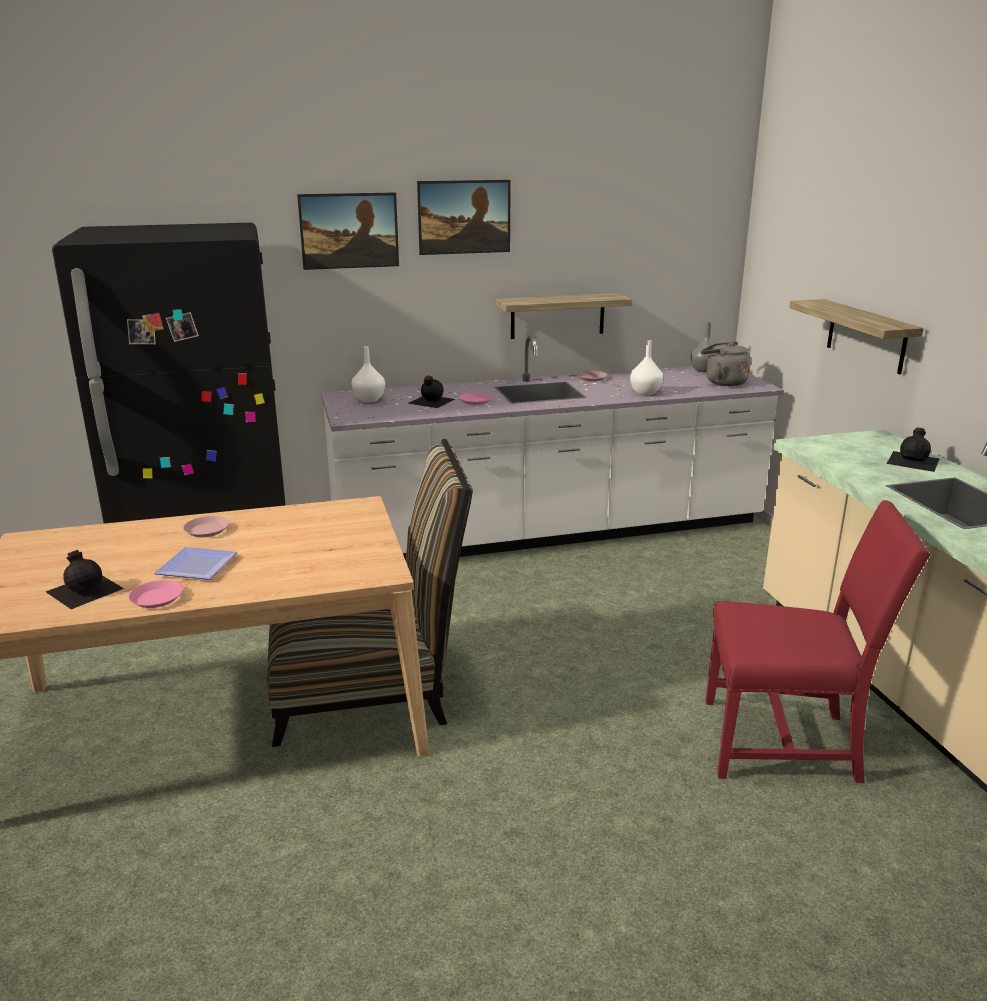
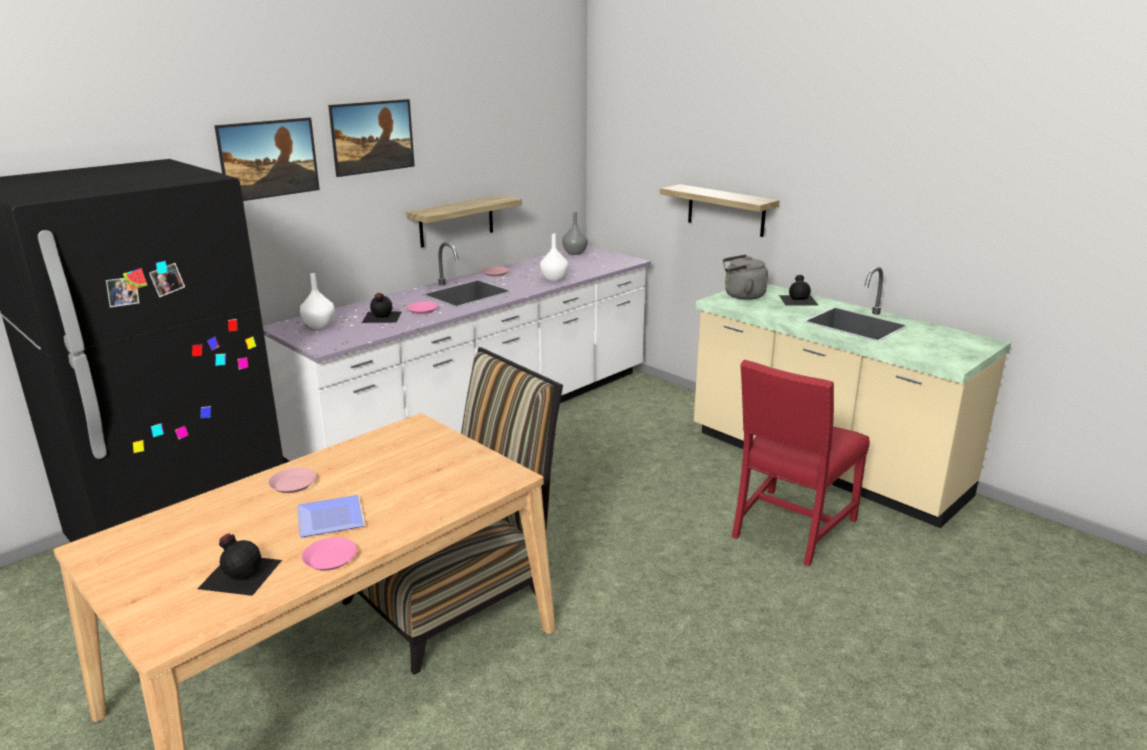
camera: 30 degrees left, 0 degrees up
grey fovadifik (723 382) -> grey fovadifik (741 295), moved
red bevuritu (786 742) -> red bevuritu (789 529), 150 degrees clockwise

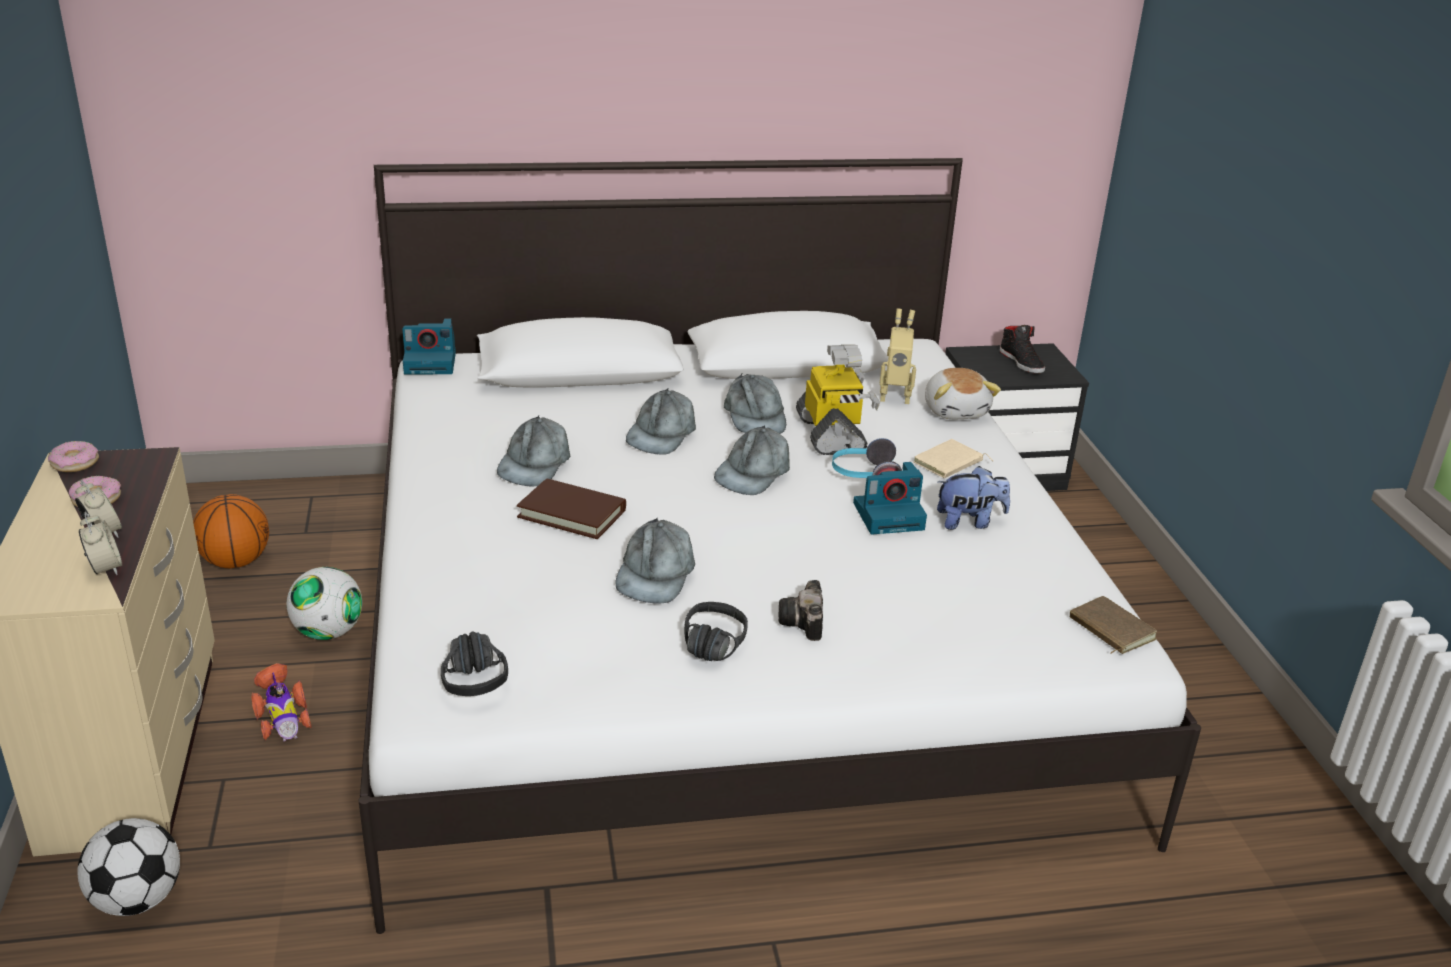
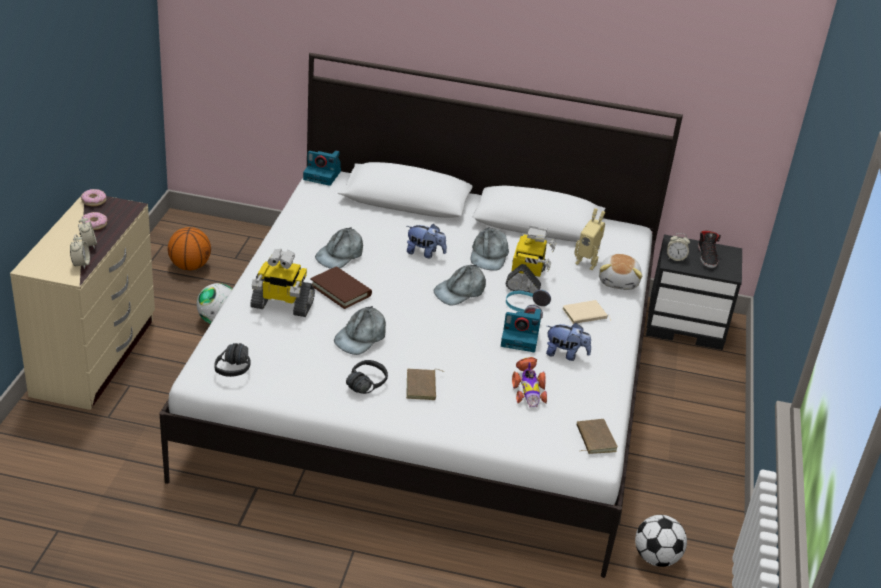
camera: 20 degrees right, 5 degrees up
none -> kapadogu (281 305)
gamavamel (804 624) -> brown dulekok (422 387)
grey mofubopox (661 433) -> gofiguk (425 253)
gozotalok (281 714) -> gozotalok (528 389), moved
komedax (137 900) -> komedax (656 558), moved
none -> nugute (675 258)

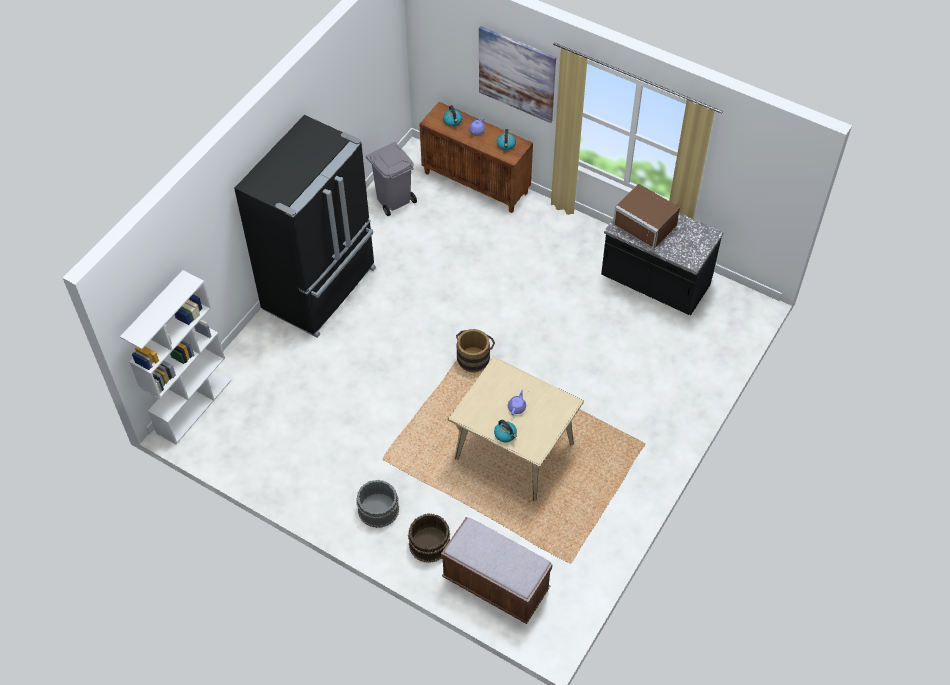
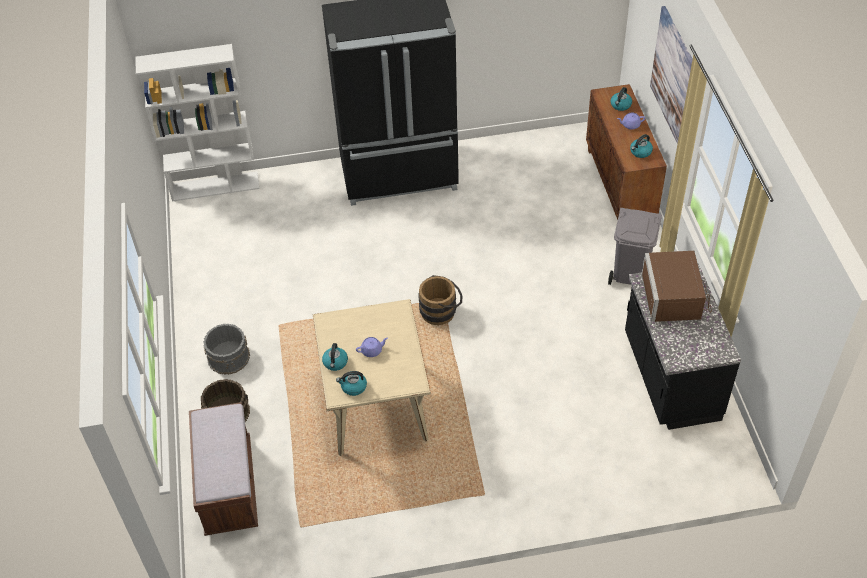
camera: 50 degrees right, 5 degrees down
none -> fovadifik (353 387)
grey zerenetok (394 200) -> grey zerenetok (631 274), moved

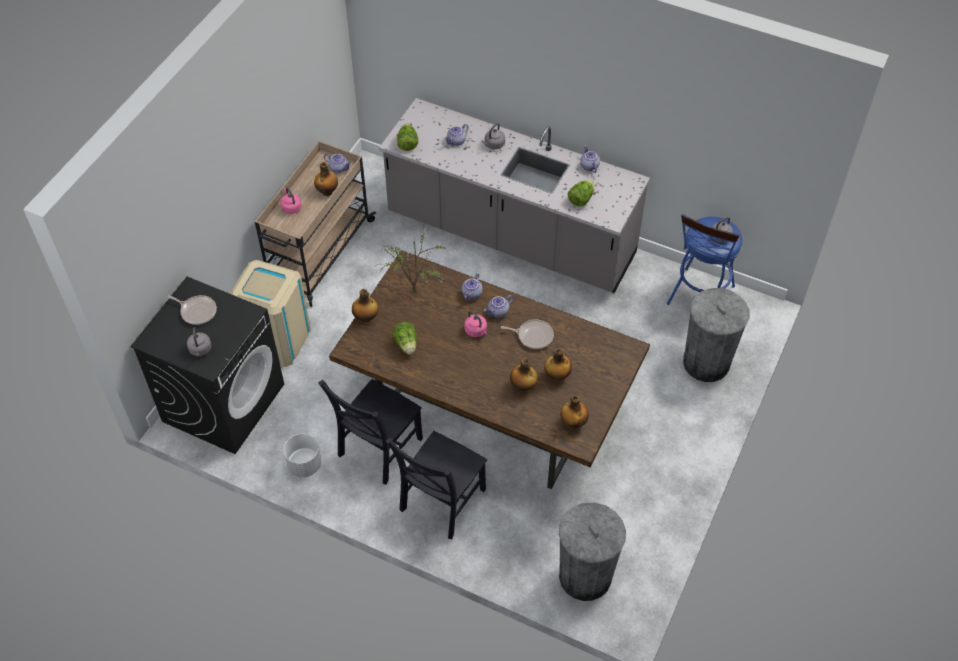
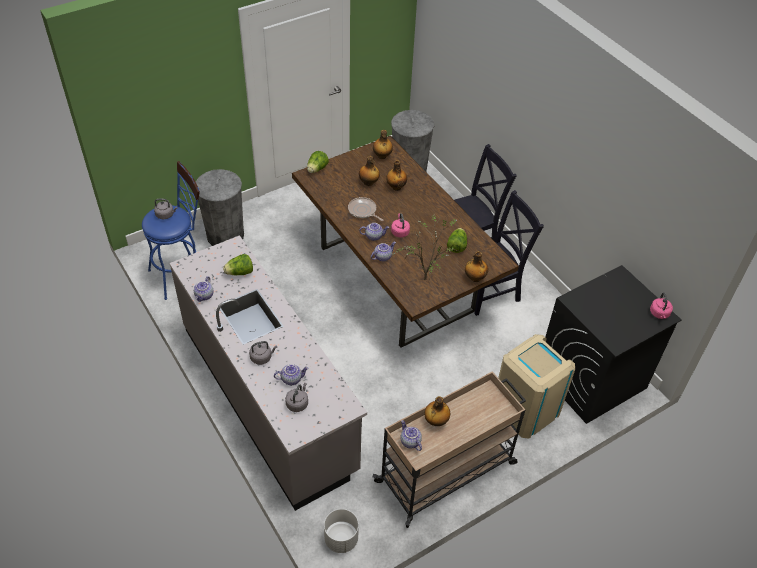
camera: 150 degrees left, 5 degrees down
grey fovadifik (200 350) -> grey fovadifik (297 403), moved
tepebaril (407 144) -> tepebaril (317 169), moved
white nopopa (304 465) -> white nopopa (341 539), moved
pink fovadifik (291 207) -> pink fovadifik (659 314), moved
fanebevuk (197 311) -> none

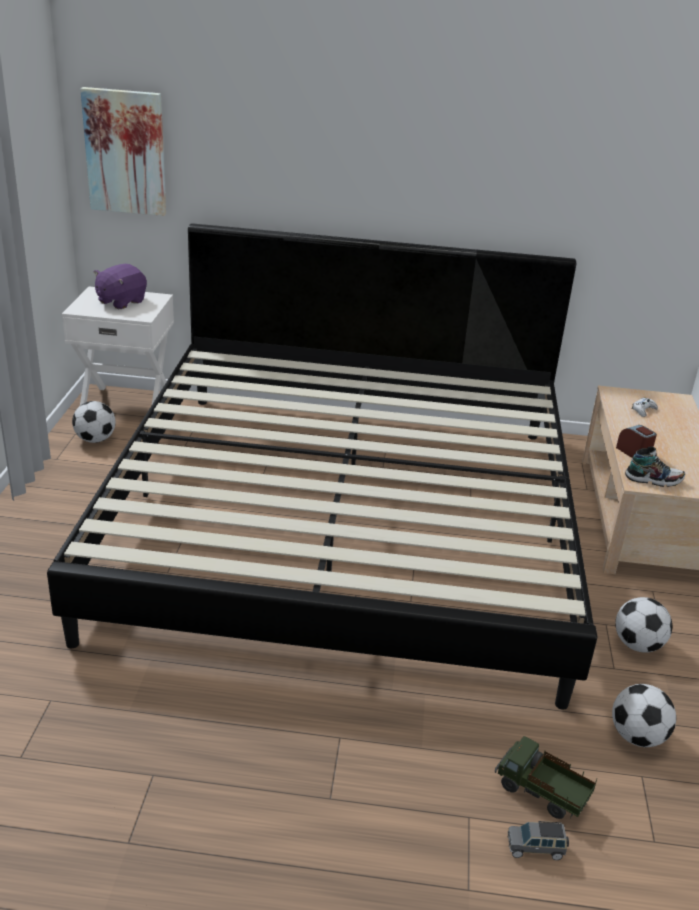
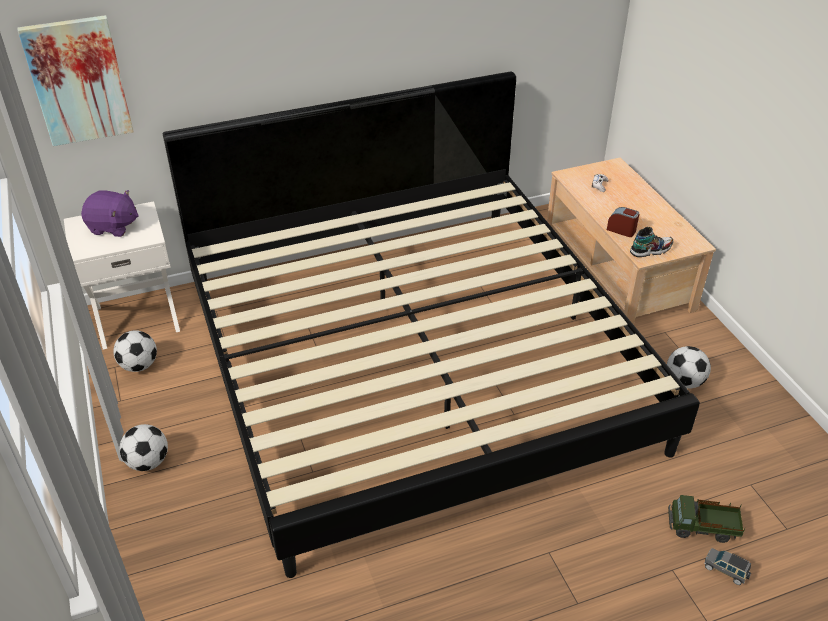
camera: 25 degrees left, 10 degrees up
purple gofiguk (121 301) -> purple gofiguk (113 227), 90 degrees counterclockwise
komedax (637 736) -> komedax (148 462), moved
grey gozotalok (536 848) -> grey gozotalok (726 571), 60 degrees clockwise

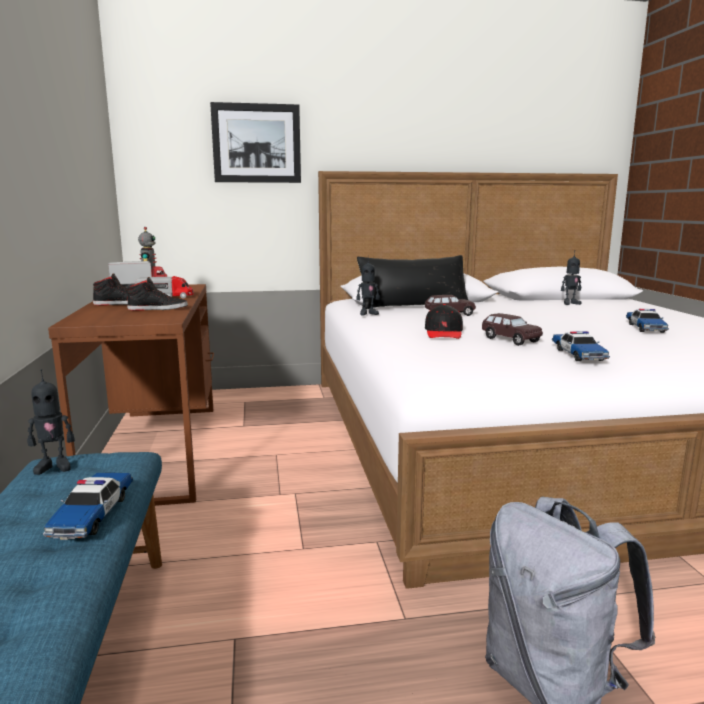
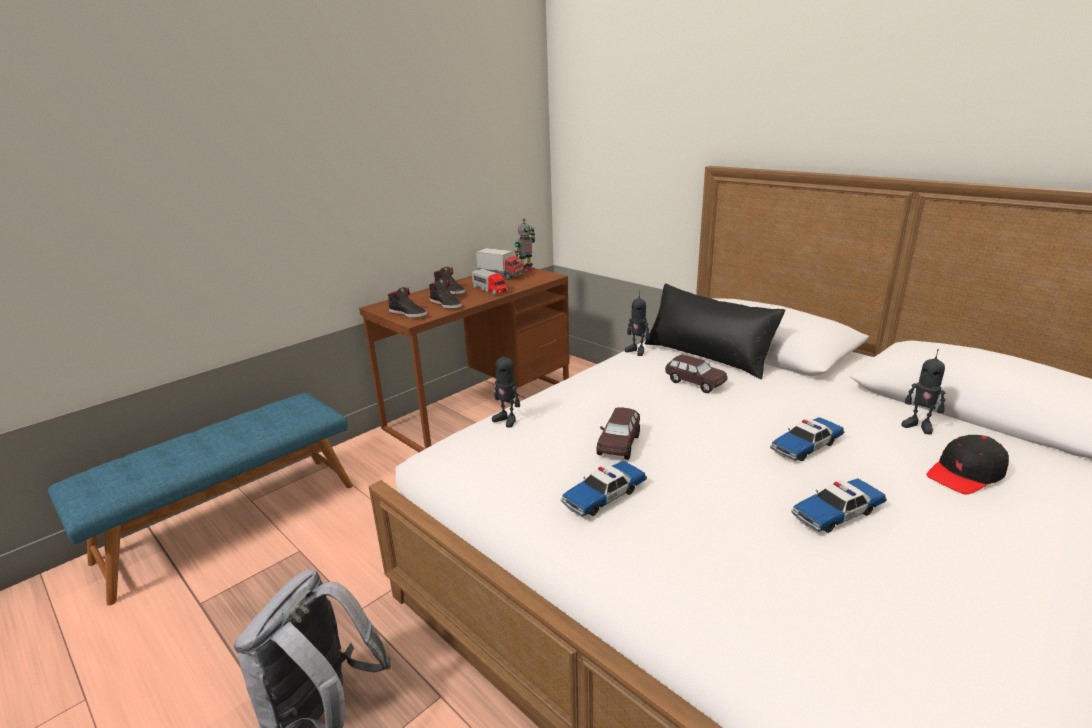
camera: 55 degrees right, 10 degrees up
none -> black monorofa (408 314)
kapadogu (54 467) -> kapadogu (507 420), moved
gozotalok (93 514) -> gozotalok (806 446), moved
black mofubopox (444 333) -> black mofubopox (965 474), moved
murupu (256 143) -> none

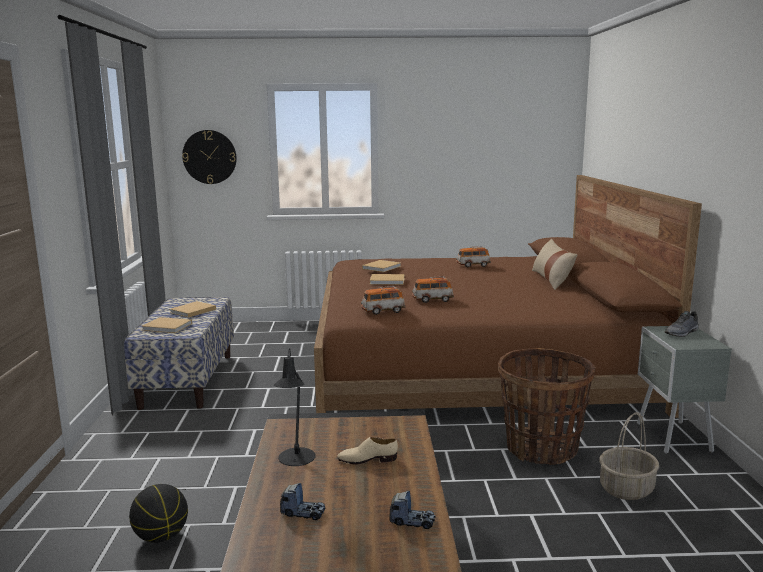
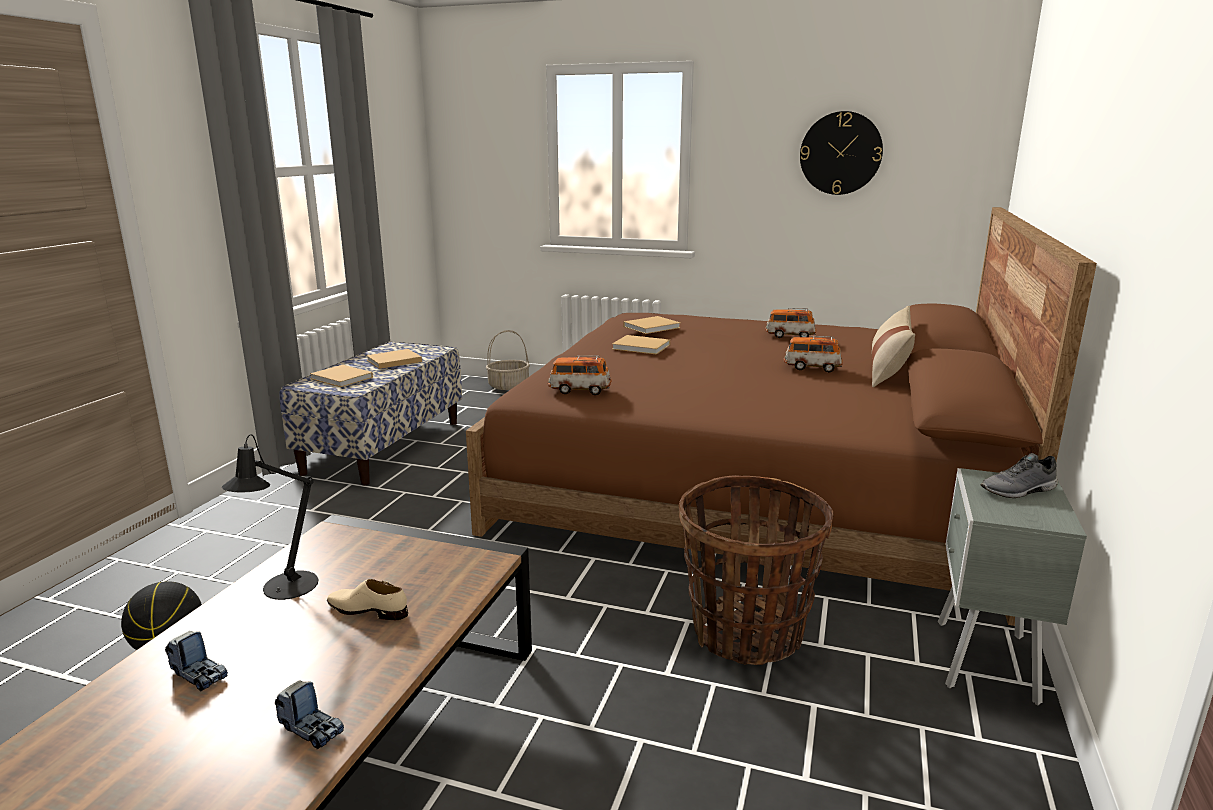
camera: 20 degrees right, 5 degrees up
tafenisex (626 489) -> tafenisex (508 386), moved
gozotalok (432 300) -> gozotalok (812 368), moved
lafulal (209 157) -> lafulal (840 153), moved

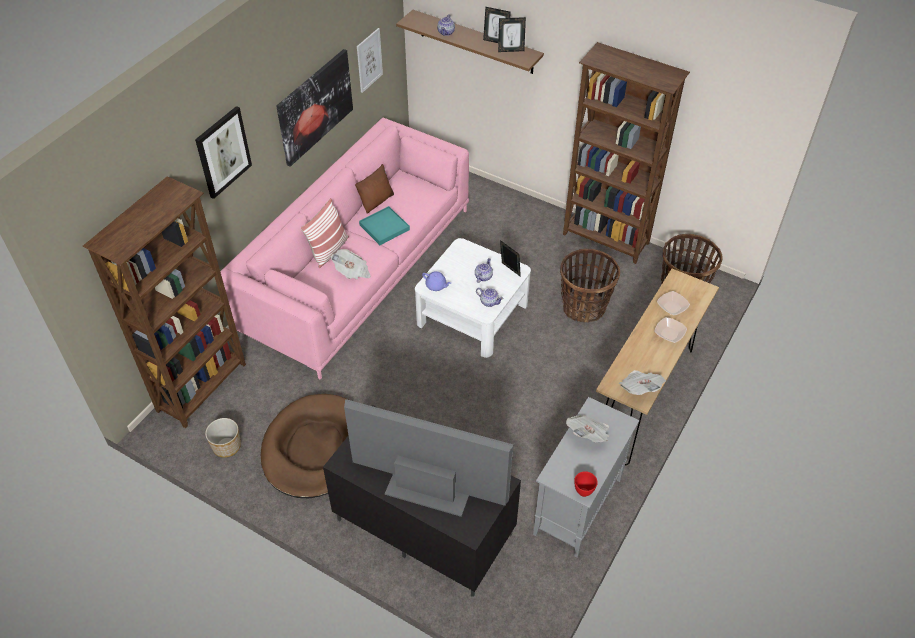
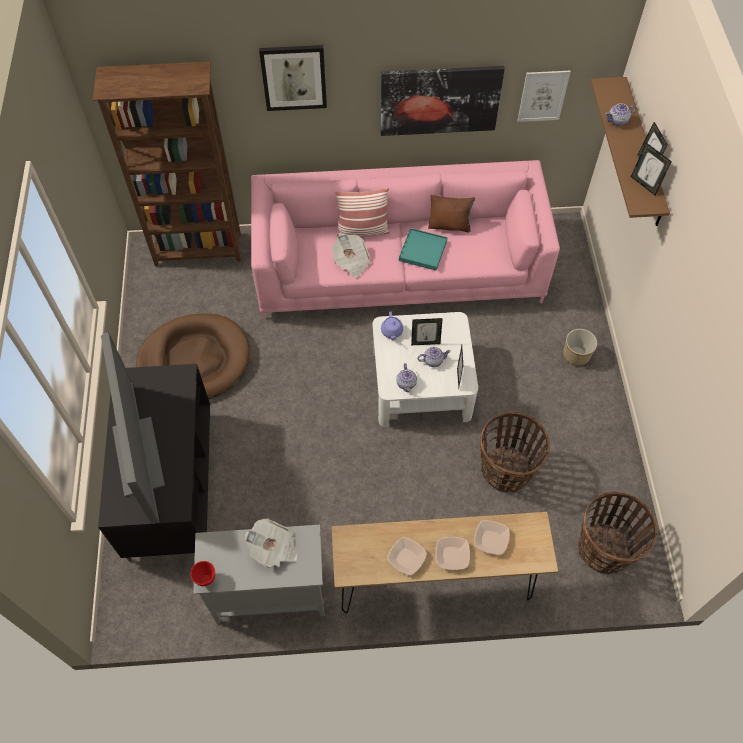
camera: 55 degrees right, 10 degrees up
none -> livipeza (406 558)
none -> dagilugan (425 342)
nopopa (226 446) -> nopopa (576 355), moved
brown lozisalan (606 240) -> none
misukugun (640 388) -> none

